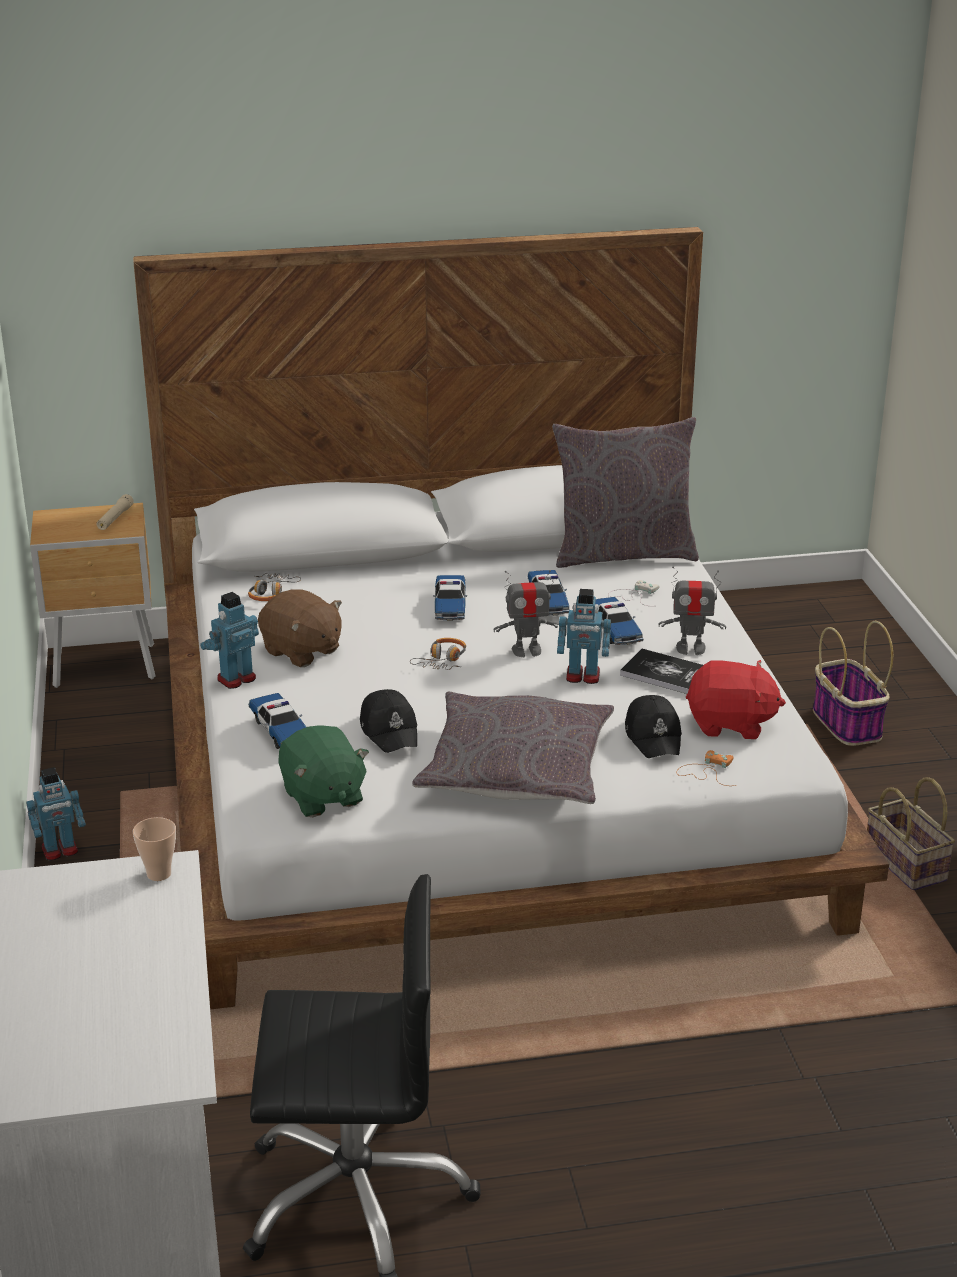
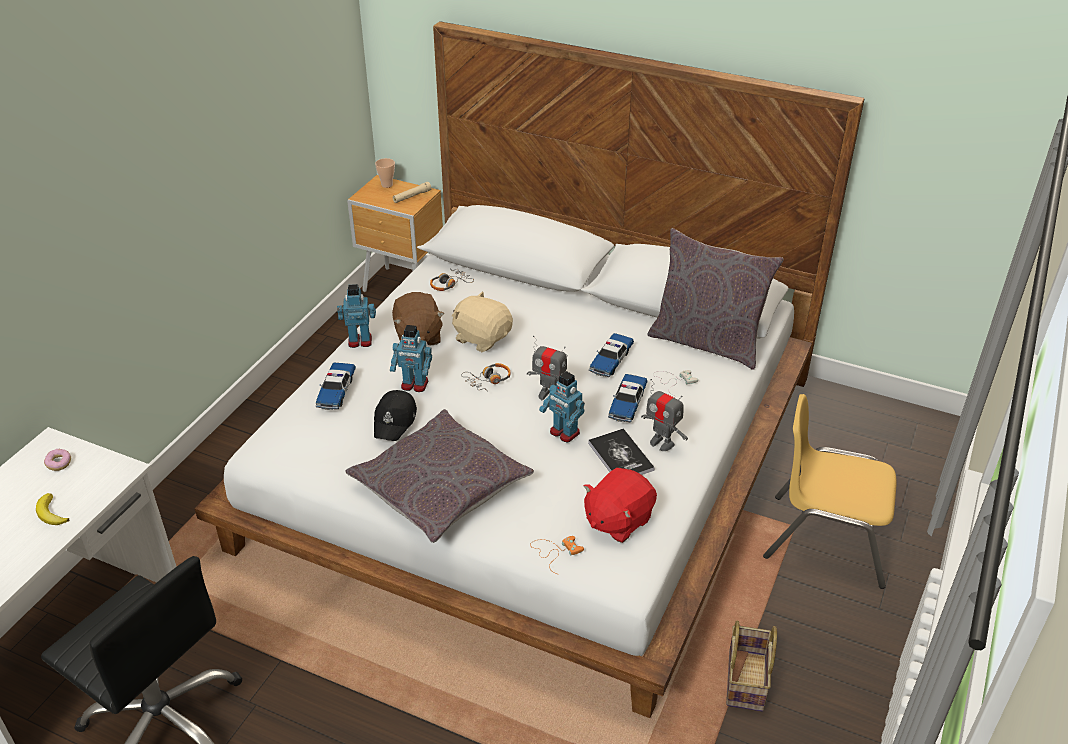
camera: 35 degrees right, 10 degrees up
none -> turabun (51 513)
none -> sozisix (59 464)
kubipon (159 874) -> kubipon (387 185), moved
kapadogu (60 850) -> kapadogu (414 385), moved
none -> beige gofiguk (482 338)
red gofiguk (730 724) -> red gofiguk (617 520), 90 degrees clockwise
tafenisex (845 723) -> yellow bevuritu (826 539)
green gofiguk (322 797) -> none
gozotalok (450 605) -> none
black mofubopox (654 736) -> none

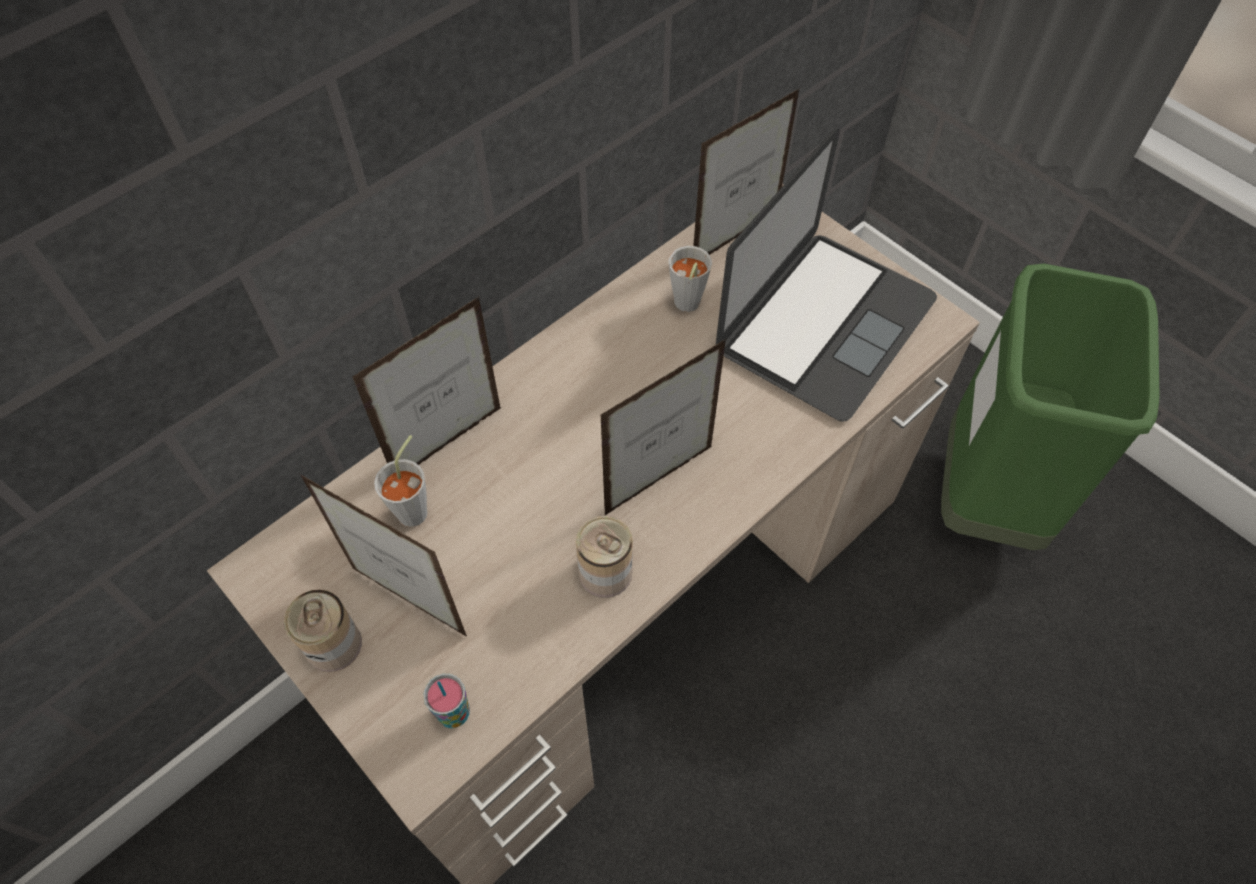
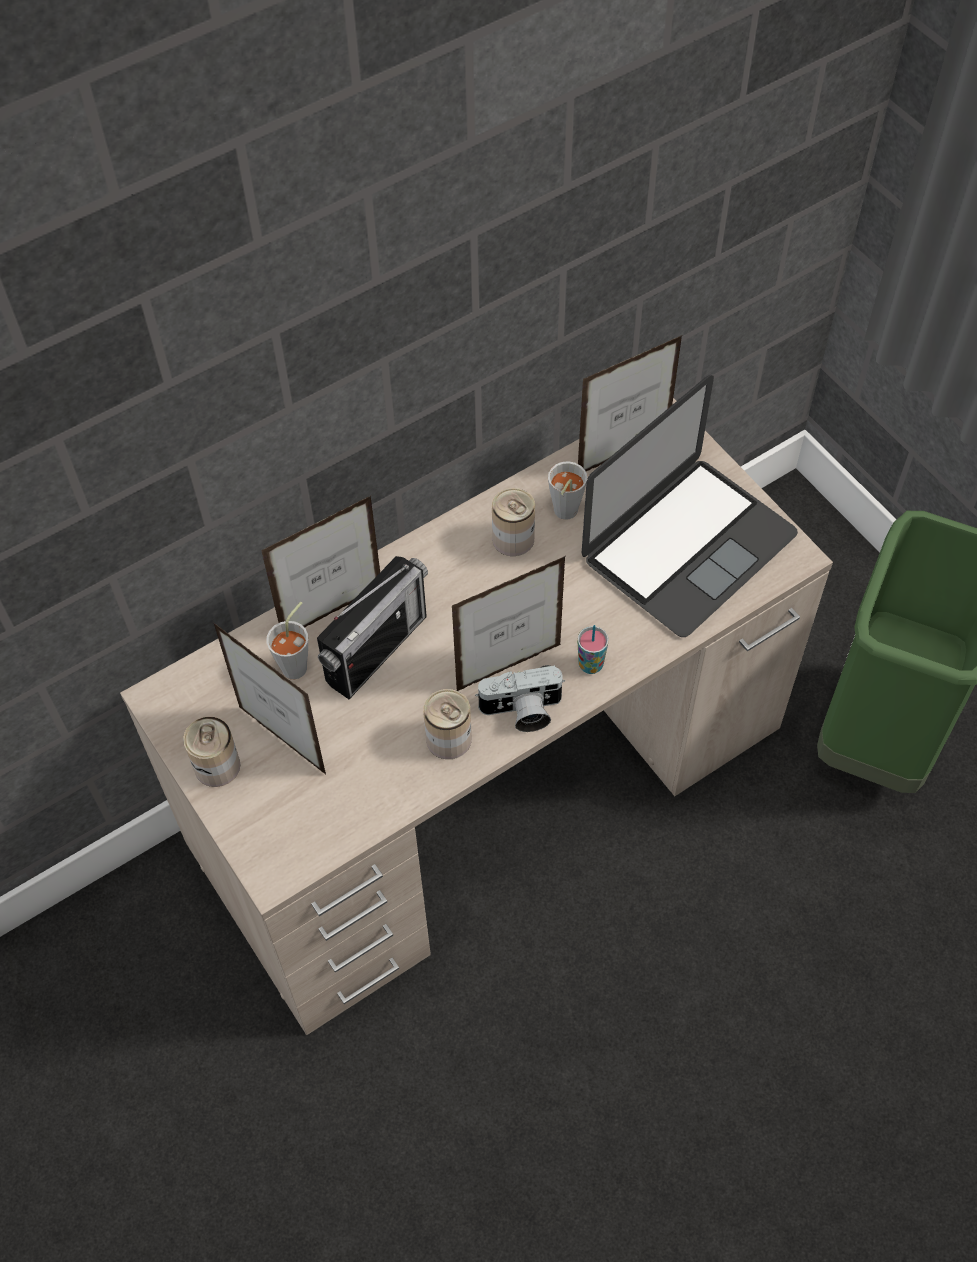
camera: 10 degrees right, 0 degrees up
none -> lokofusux (376 649)
none -> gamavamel (522 711)
none -> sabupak (513 538)
kubipon (454 713) -> kubipon (590 665), moved

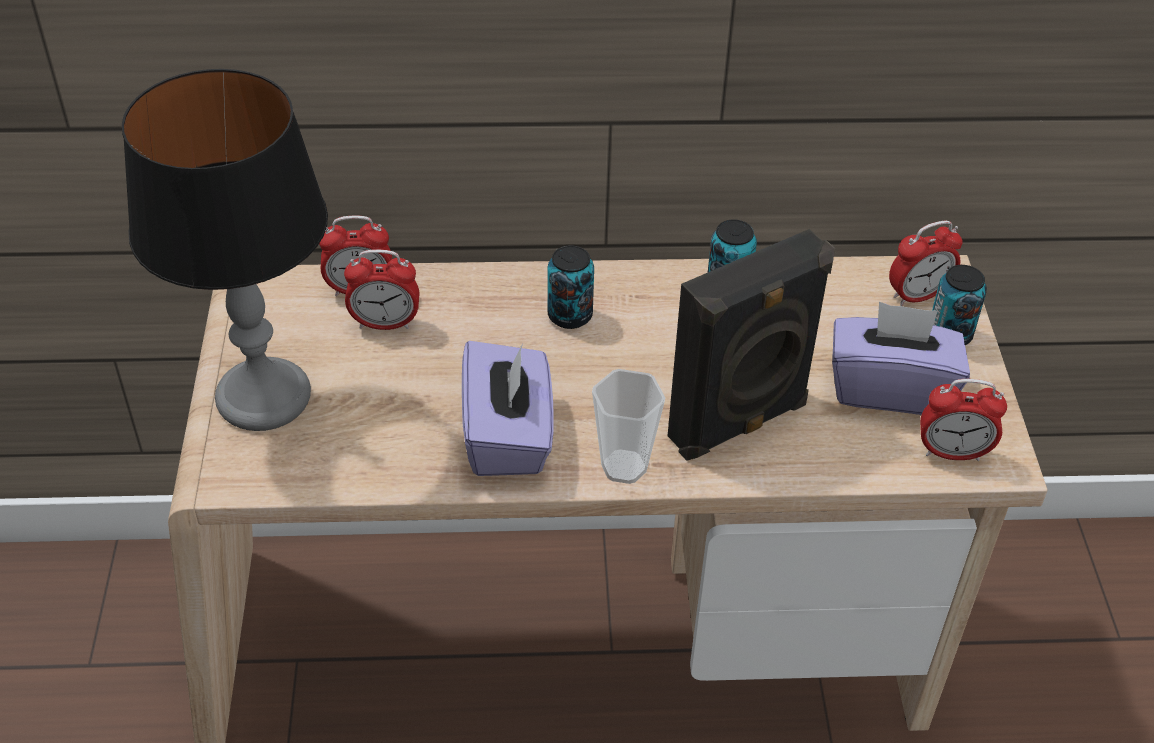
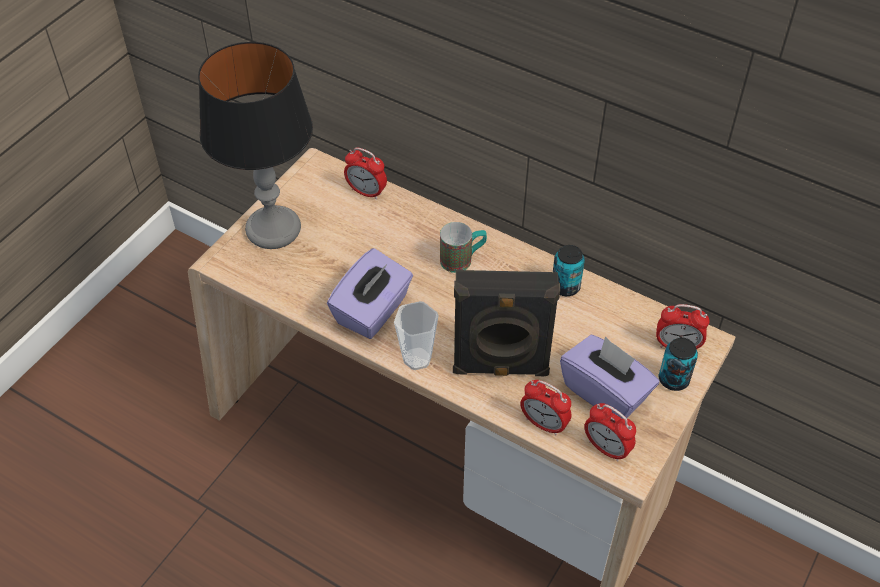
camera: 35 degrees right, 5 degrees up
sabupak (570 315) -> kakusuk (463 259)
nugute (385 323) -> nugute (544 424), moved

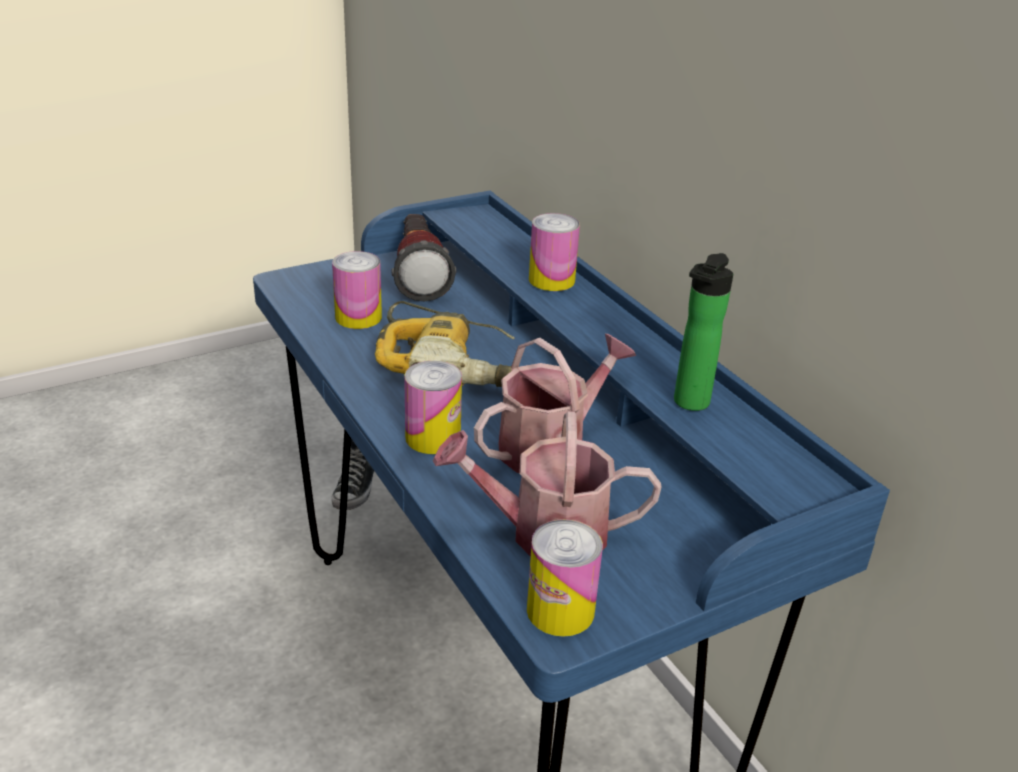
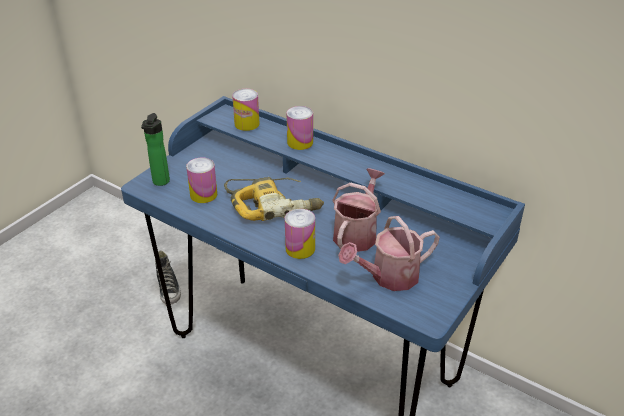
camera: 25 degrees left, 5 degrees up
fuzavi (689 404) -> fuzavi (160 182), moved
sabupak (560 611) -> sabupak (247 124), moved
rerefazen (419 274) -> none

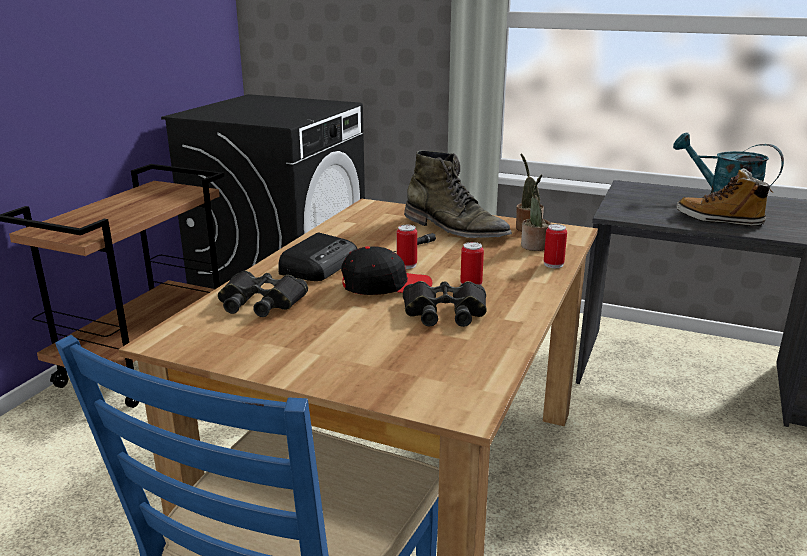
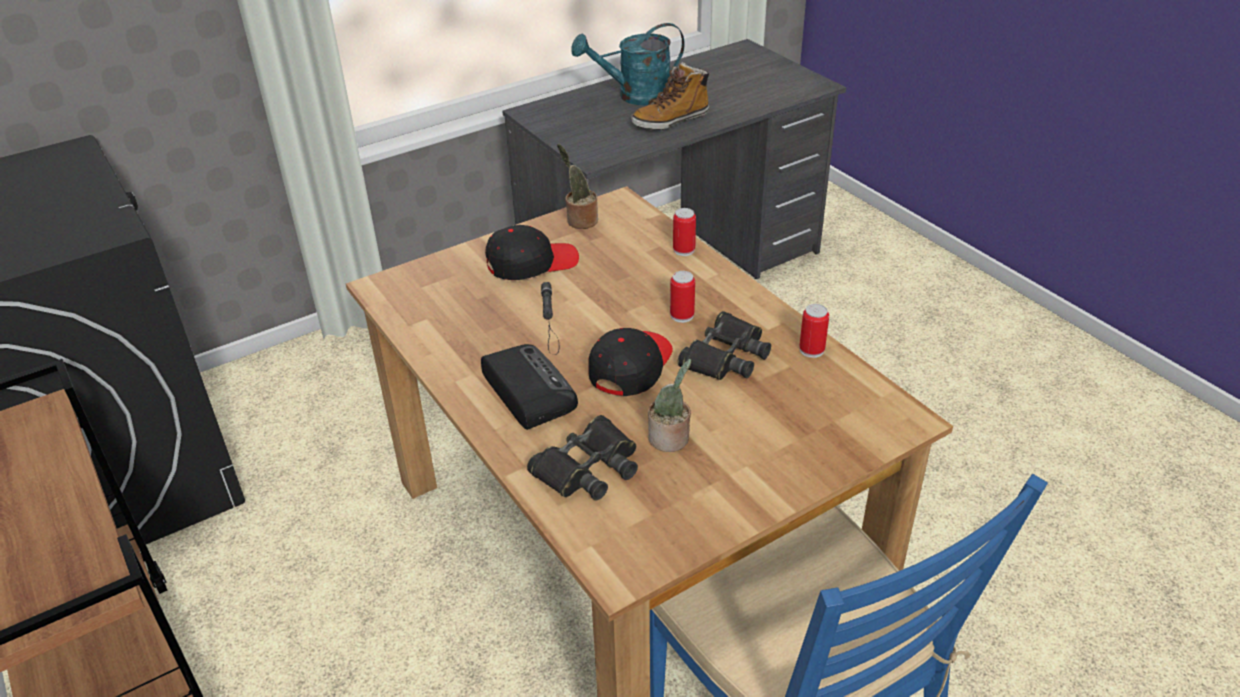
camera: 55 degrees left, 15 degrees up
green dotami (455 229) -> black mofubopox (531 263)
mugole (534 246) -> mugole (671 439), moved
sabupak (406 265) -> sabupak (811 350), moved

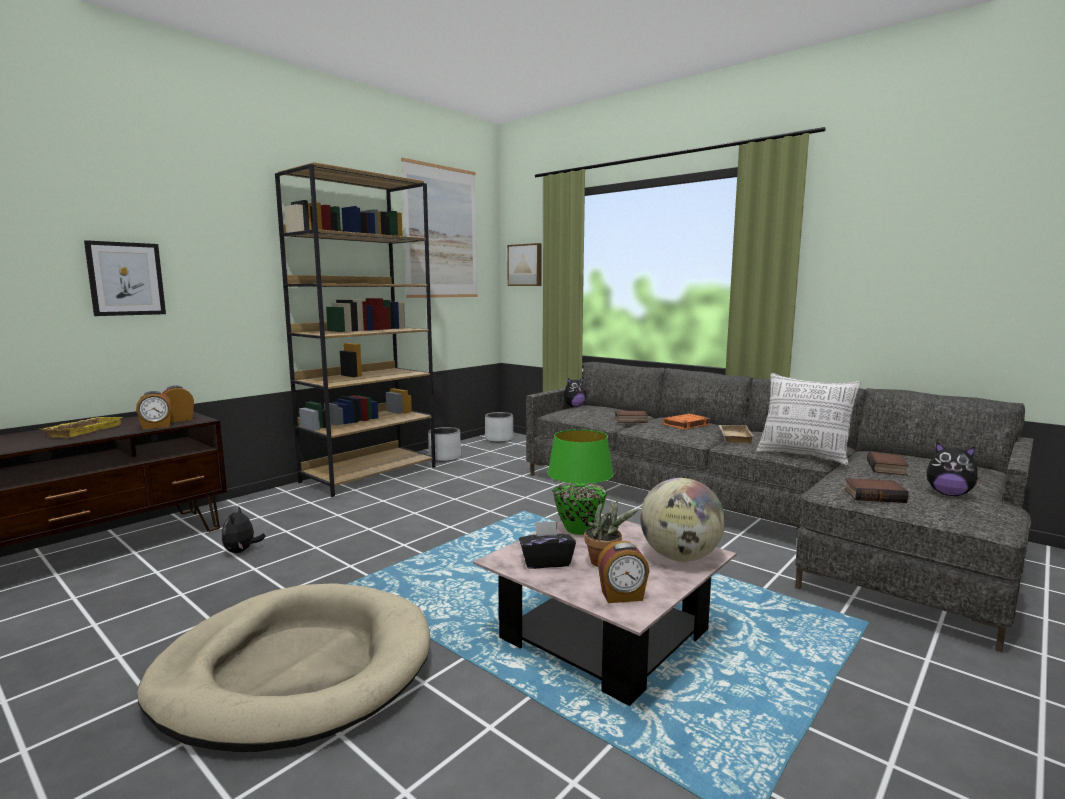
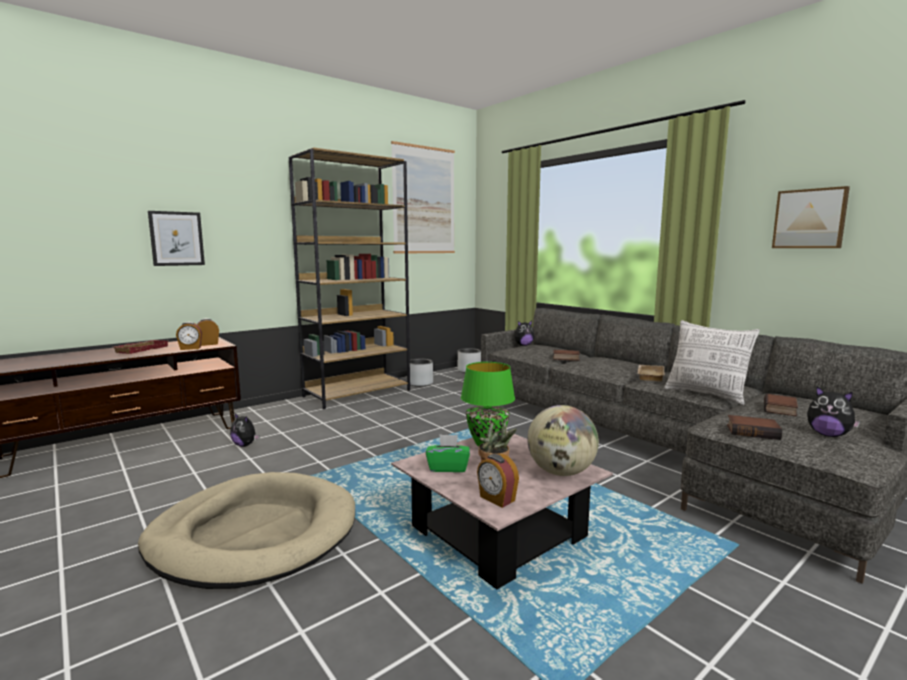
camera: 10 degrees right, 0 degrees up
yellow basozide (83 430) -> red basozide (141 349)
gofiguk (241 551) -> gofiguk (245 445), 60 degrees counterclockwise
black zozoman (546 562) -> green zozoman (448 467)
nugute (622 596) -> nugute (496 499), 45 degrees clockwise
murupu (525 265) -> murupu (810 219), moved
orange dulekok (686 425) -> none

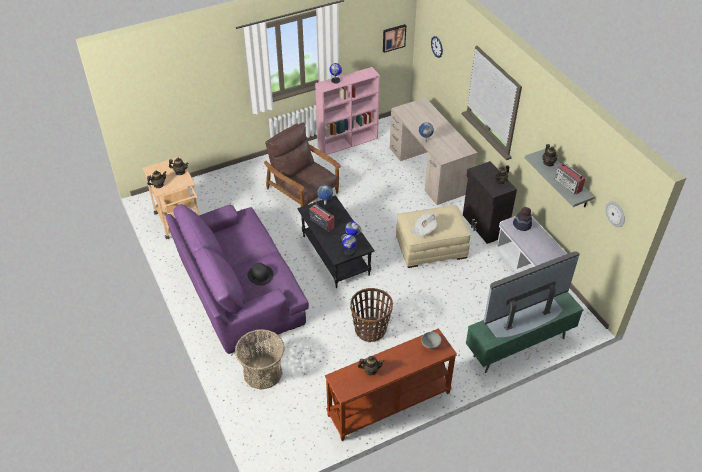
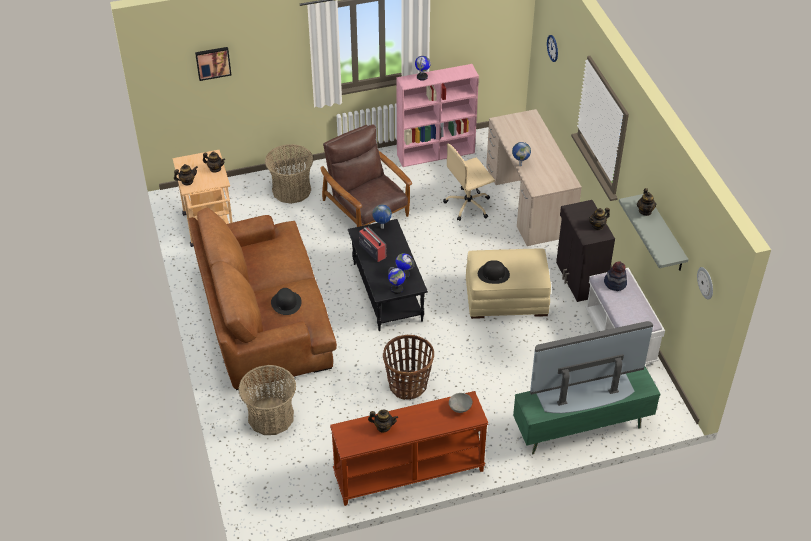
camera: 10 degrees right, 0 degrees up
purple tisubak (239 289) -> brown tisubak (264 317)
murupu (393 37) -> murupu (213 62), moved
none -> tafenisex (291 190)
none -> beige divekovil (469 205)
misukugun (423 230) -> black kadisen (493 274)
lokofusux (568 185) -> none

